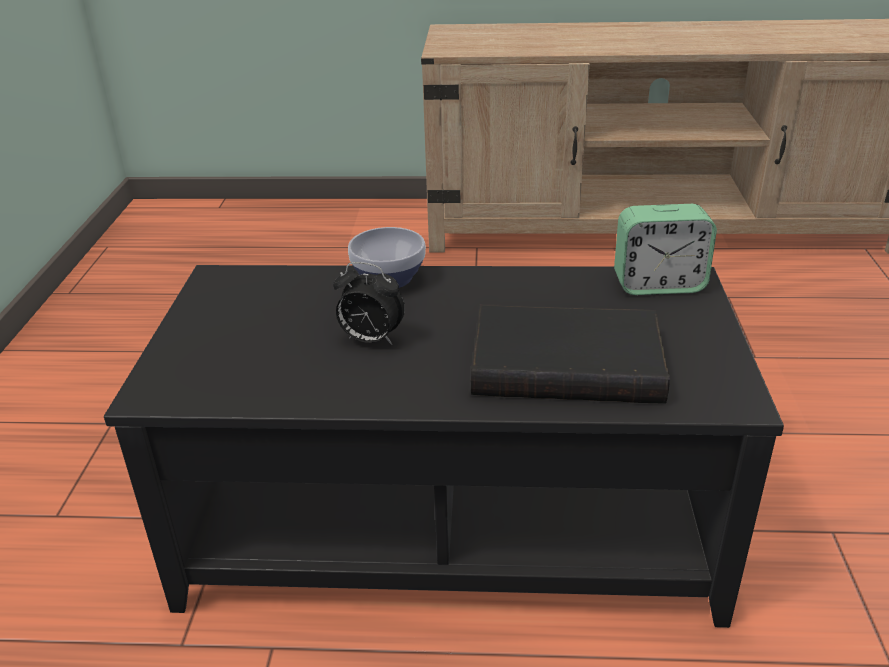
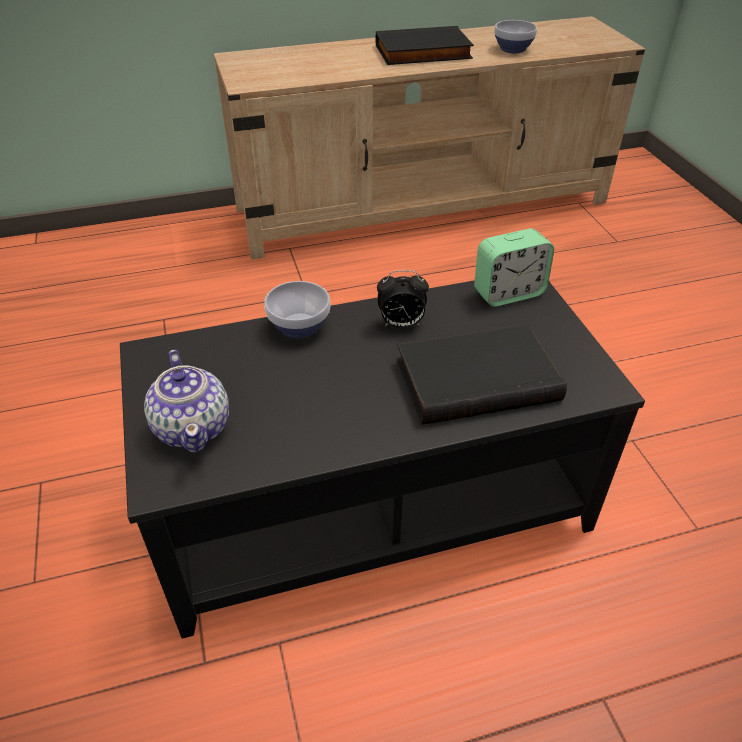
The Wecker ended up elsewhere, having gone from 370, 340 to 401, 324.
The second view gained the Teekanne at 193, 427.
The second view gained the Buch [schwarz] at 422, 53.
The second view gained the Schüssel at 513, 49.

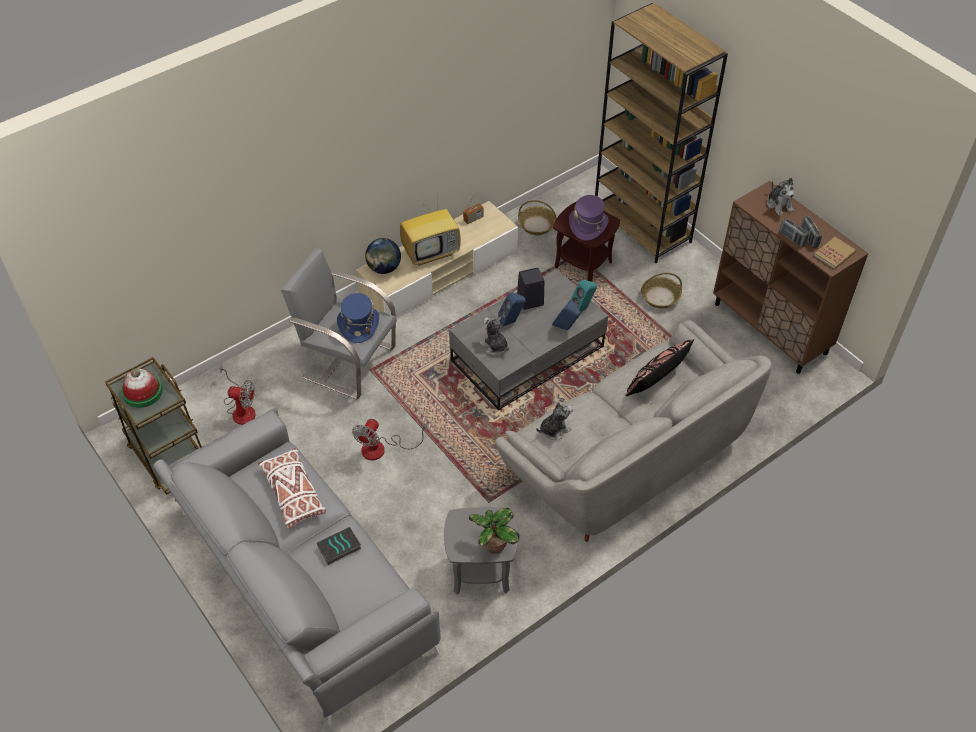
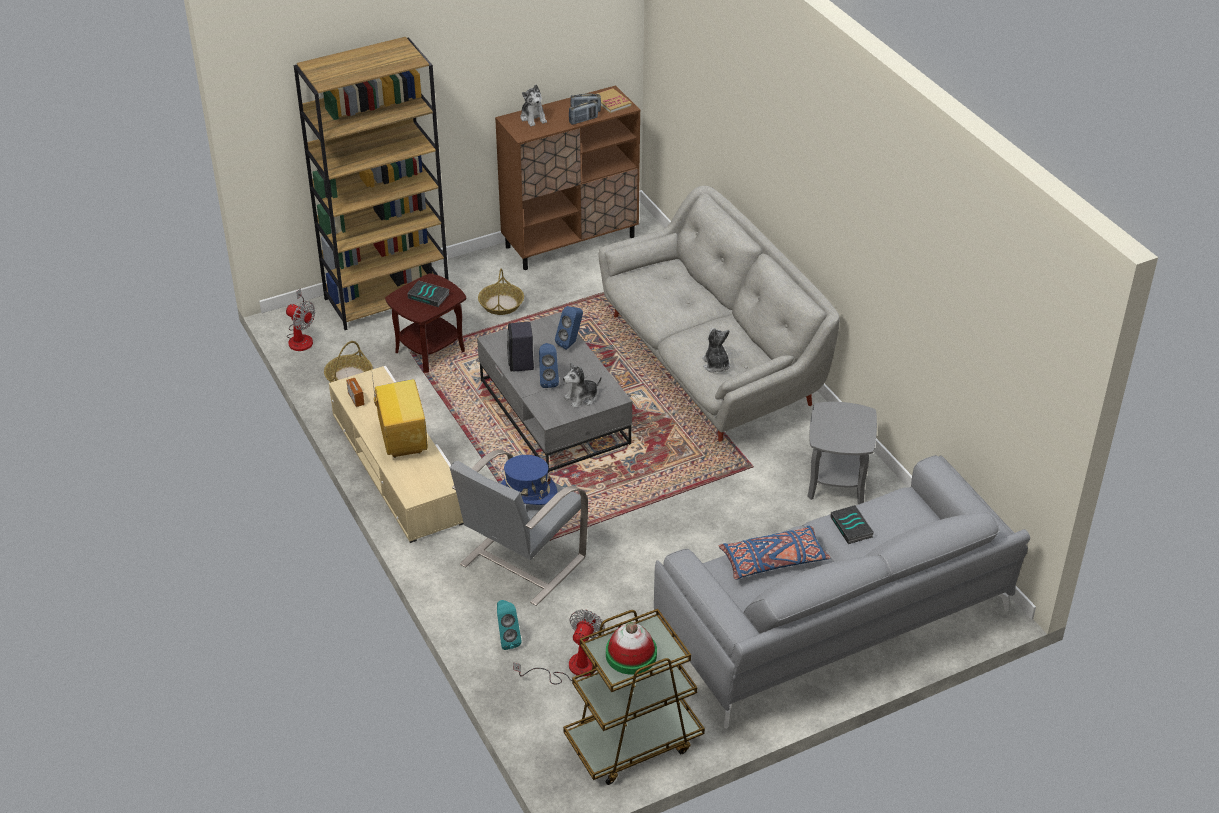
What was the Kissen [weiß] at 293, 493 turned into the Kissen [blau] at 773, 560.
The Ventilator ended up elsewhere, having gone from 382, 449 to 301, 337.
The second view lost the Globus at 384, 268.
The second view lost the Topfpflanze at 493, 546.
Where the Hut [lila] stood at 588, 225, the Buch came to stand at 429, 296.
The Lautsprecher [türkis] ended up elsewhere, having gone from 582, 309 to 507, 639.
The second view lost the Kissen [schwarz] at 657, 378.
The Plüschtier at 779, 205 ended up facing another way, 75 degrees clockwise from before.

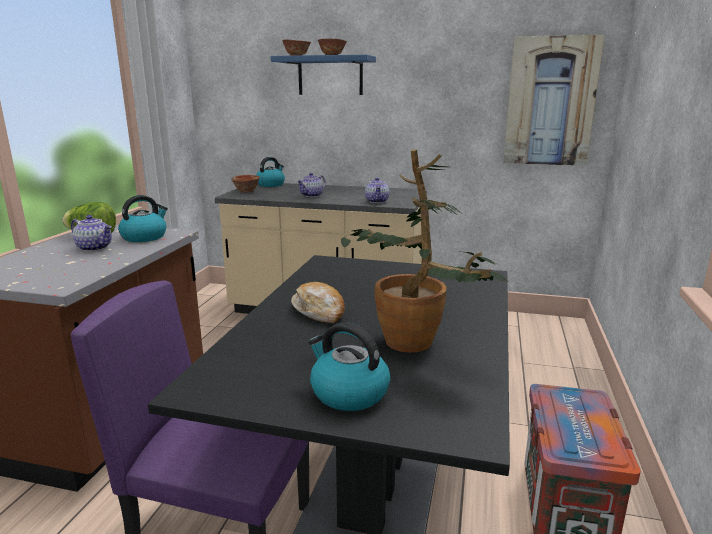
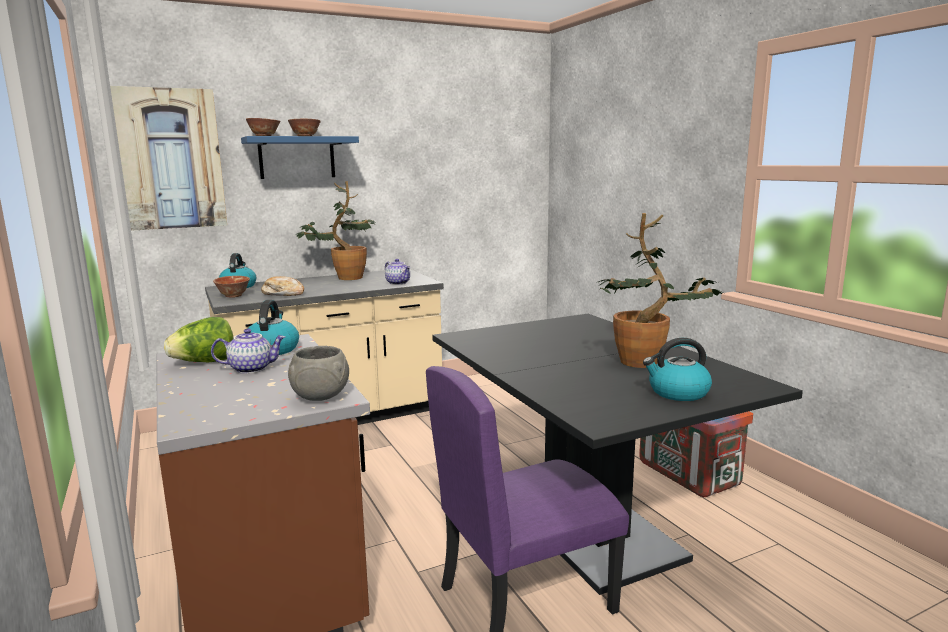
The Brot ended up elsewhere, having gone from 319, 311 to 283, 294.
The second view lost the Teekanne at 312, 196.
The Bild ended up elsewhere, having gone from 550, 102 to 171, 159.
The second view gained the Schüssel [grau] at 321, 397.
The second view gained the Topfpflanze at 343, 278.

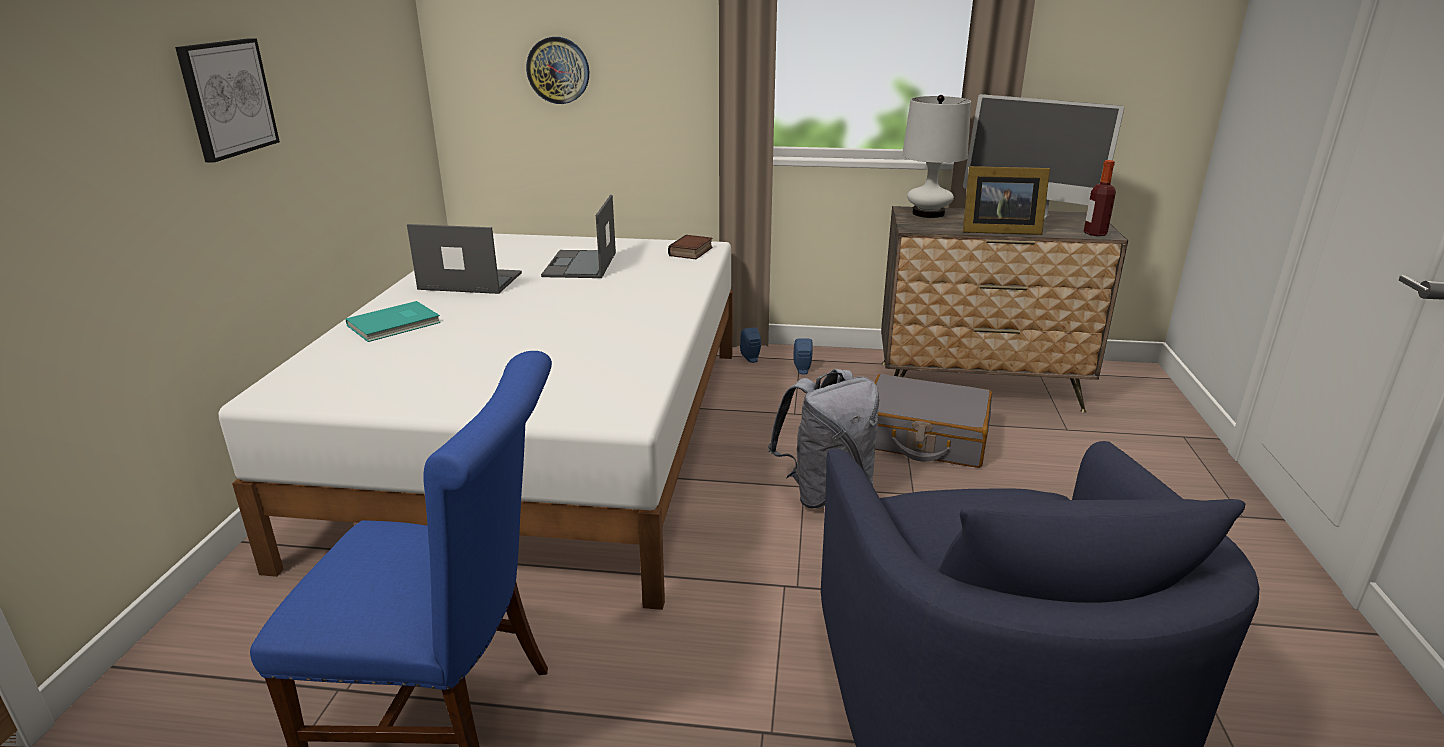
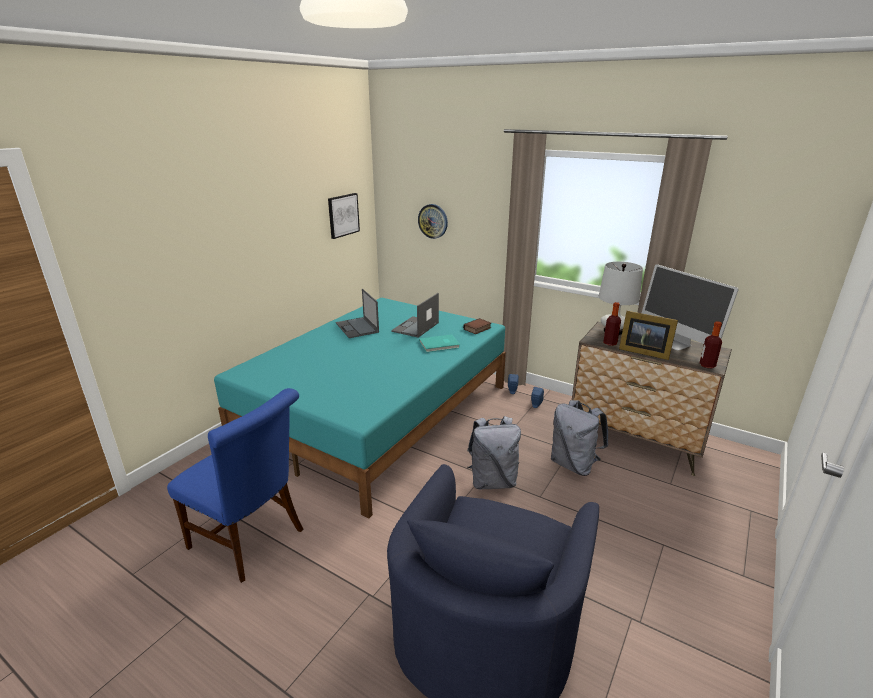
The Bild ended up elsewhere, having gone from 227, 98 to 343, 215.
What was the Bett [weiß] at 549, 441 turned into the Bett [türkis] at 378, 415.
The Buch [türkis] ended up elsewhere, having gone from 396, 324 to 440, 345.
The Laptop at 469, 281 ended up facing another way, 150 degrees counterclockwise from before.
Where the Koffer [grau] stood at 924, 437, the Rucksack [grau] came to stand at 574, 464.
The second view gained the Flasche at 610, 343.

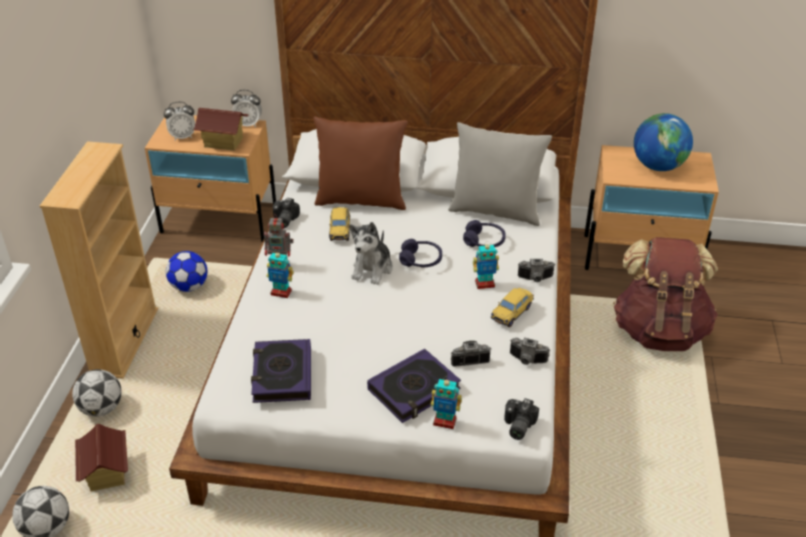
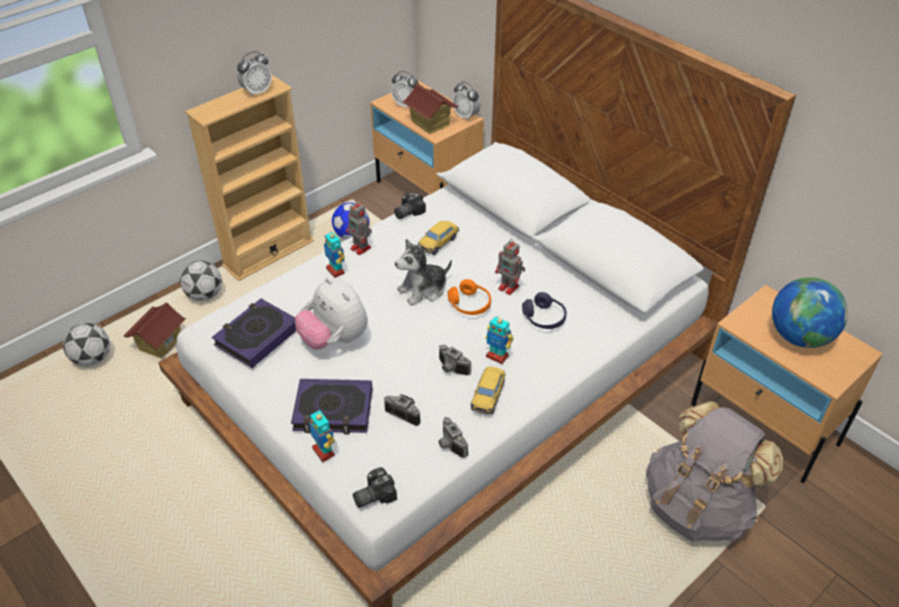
The second view lost the Kissen [braun] at 361, 200.
What was the Kopfhörer [lila] at 421, 260 turned into the Kopfhörer [orange] at 469, 304.
The second view lost the Kissen [grau] at 495, 211.
The Spielzeugauto at 512, 313 ended up facing another way, 60 degrees counterclockwise from before.
The Kamera ended up elsewhere, having gone from 535, 279 to 451, 369.
What was the Rucksack [braun] at 659, 331 turned into the Rucksack [grau] at 697, 506.
The second view gained the Wecker at 257, 92.
The second view gained the Plüschtier at 334, 339.
The second view gained the Spielzeugroboter at 509, 288.

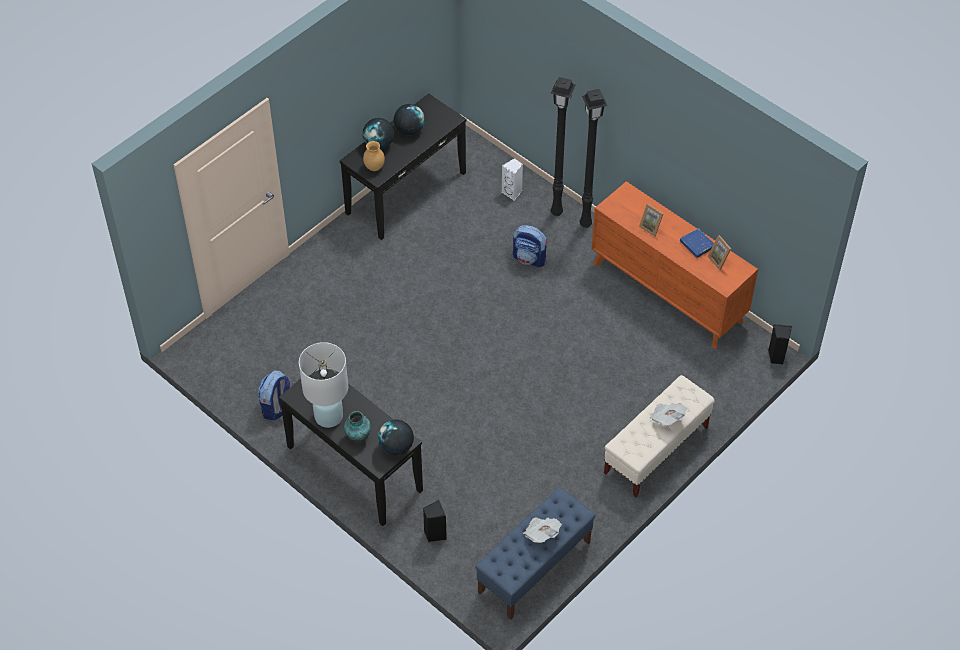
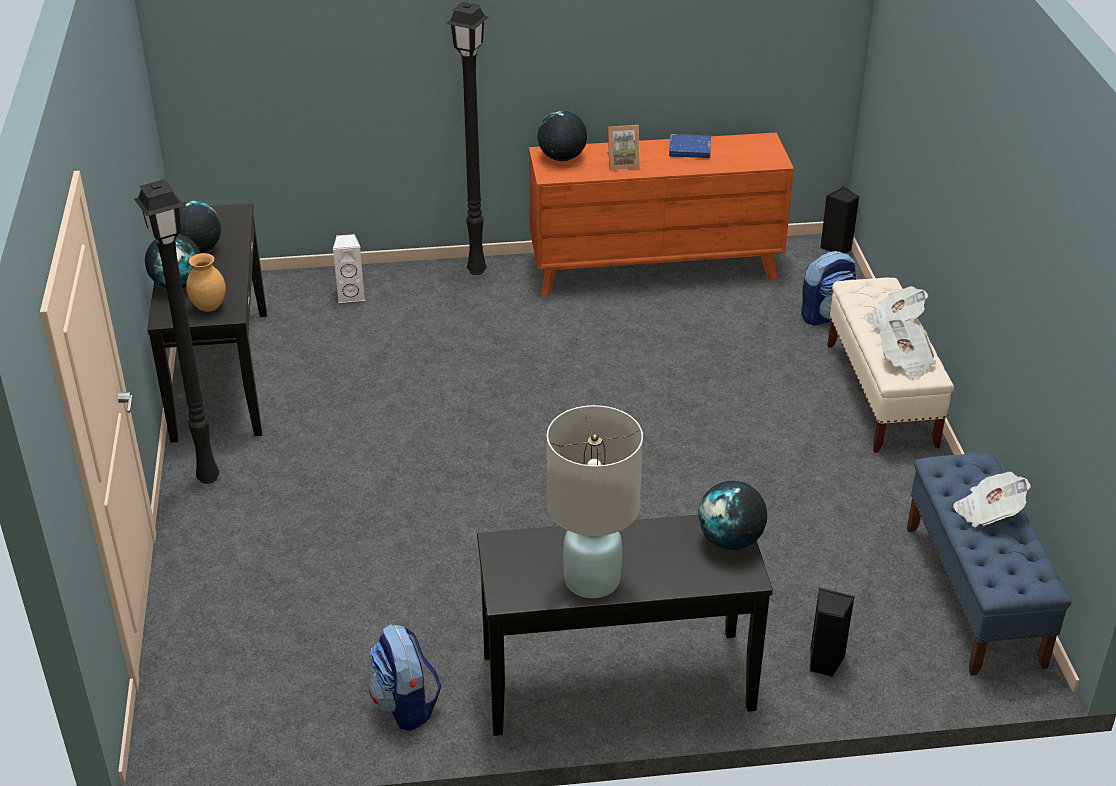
The second view lost the Vase at 357, 437.
The Rucksack ended up elsewhere, having gone from 530, 258 to 826, 315.
The Stehlampe [schwarz] ended up elsewhere, having gone from 555, 212 to 207, 479.
The second view lost the Bilderrahmen at 720, 260.
The second view gained the Globus at 562, 158.
The second view gained the Zeitung at 905, 361.

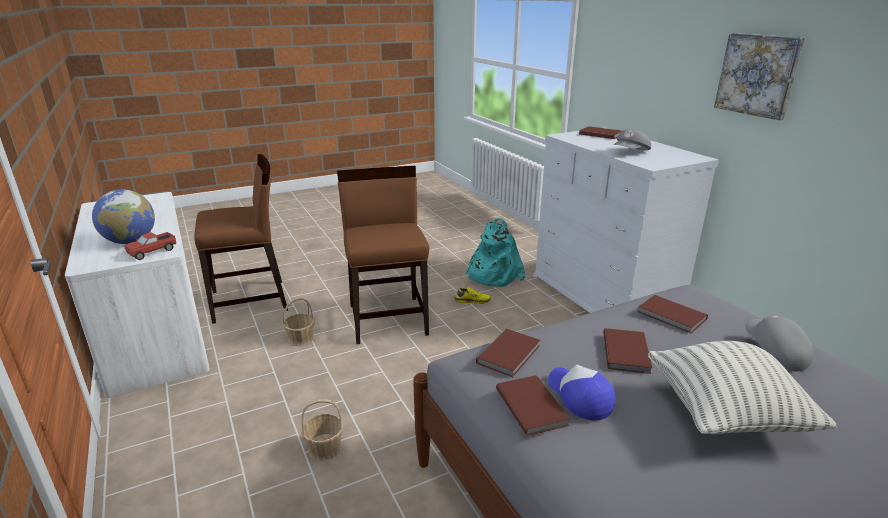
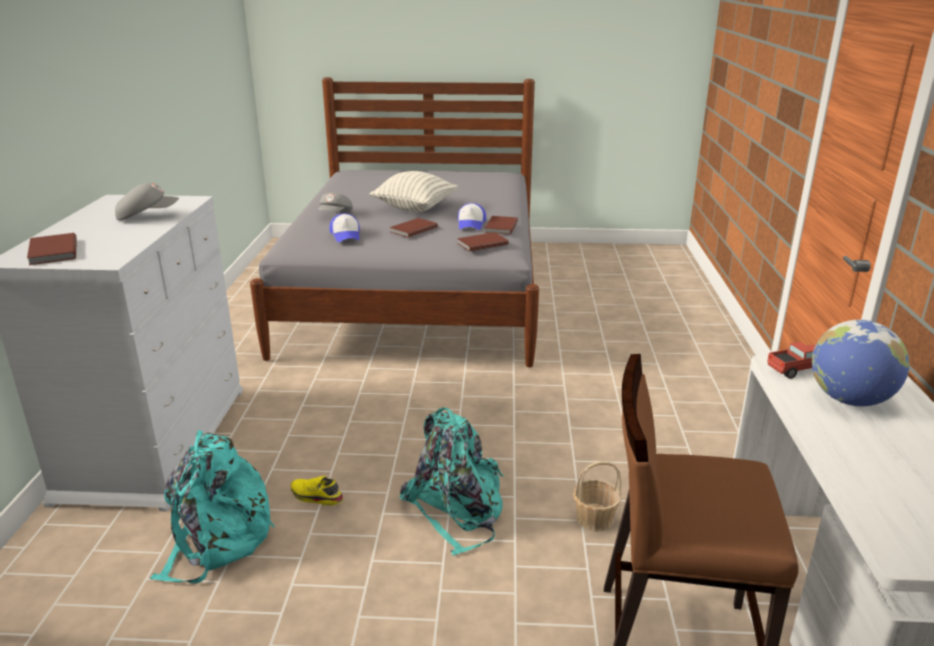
The second view lost the Korb at 324, 447.
Where the Stuhl [braun] stood at 388, 319, the Rucksack [türkis] came to stand at 457, 509.
Where the Buch [braun] stood at 671, 316, the Kappe came to stand at 346, 235.
The second view lost the Bild at 758, 75.

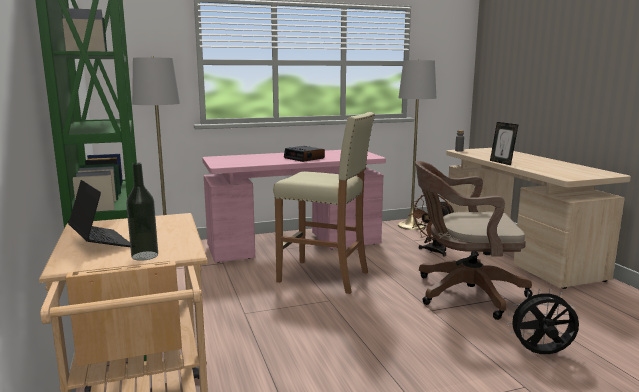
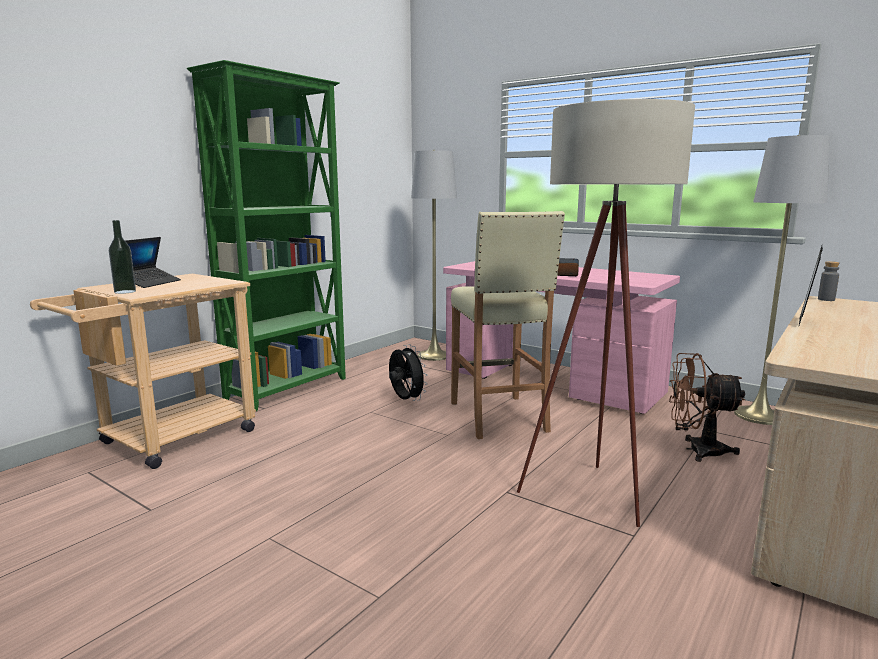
Where the Bürostuhl [braun] stood at 463, 293, the Stehlampe [beige] came to stand at 593, 500.
The Ventilator [schwarz] ended up elsewhere, having gone from 541, 354 to 405, 400.

